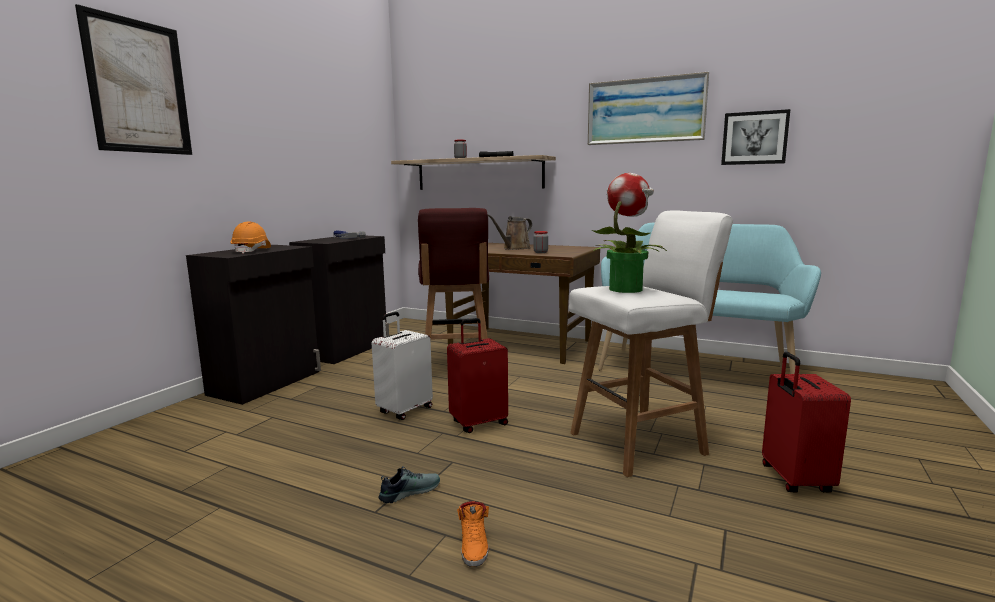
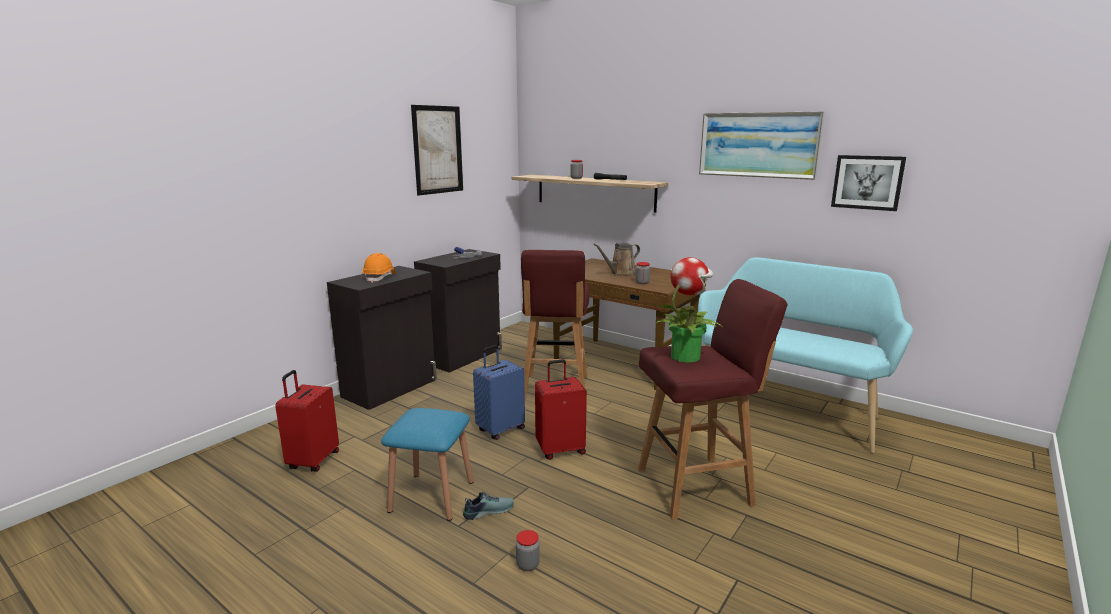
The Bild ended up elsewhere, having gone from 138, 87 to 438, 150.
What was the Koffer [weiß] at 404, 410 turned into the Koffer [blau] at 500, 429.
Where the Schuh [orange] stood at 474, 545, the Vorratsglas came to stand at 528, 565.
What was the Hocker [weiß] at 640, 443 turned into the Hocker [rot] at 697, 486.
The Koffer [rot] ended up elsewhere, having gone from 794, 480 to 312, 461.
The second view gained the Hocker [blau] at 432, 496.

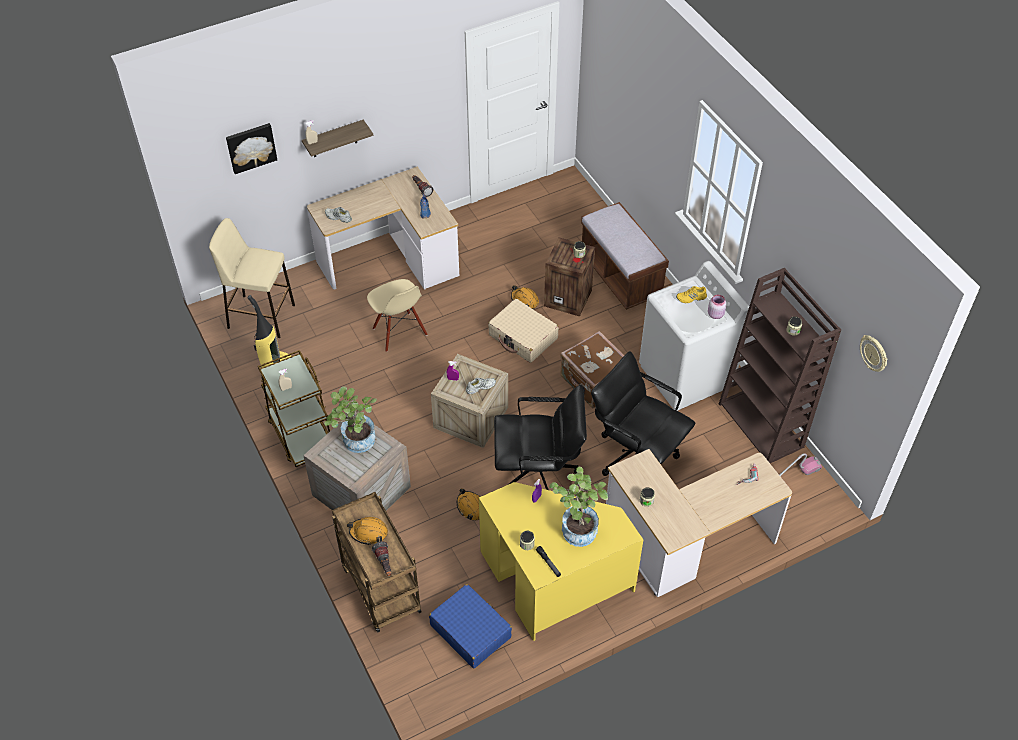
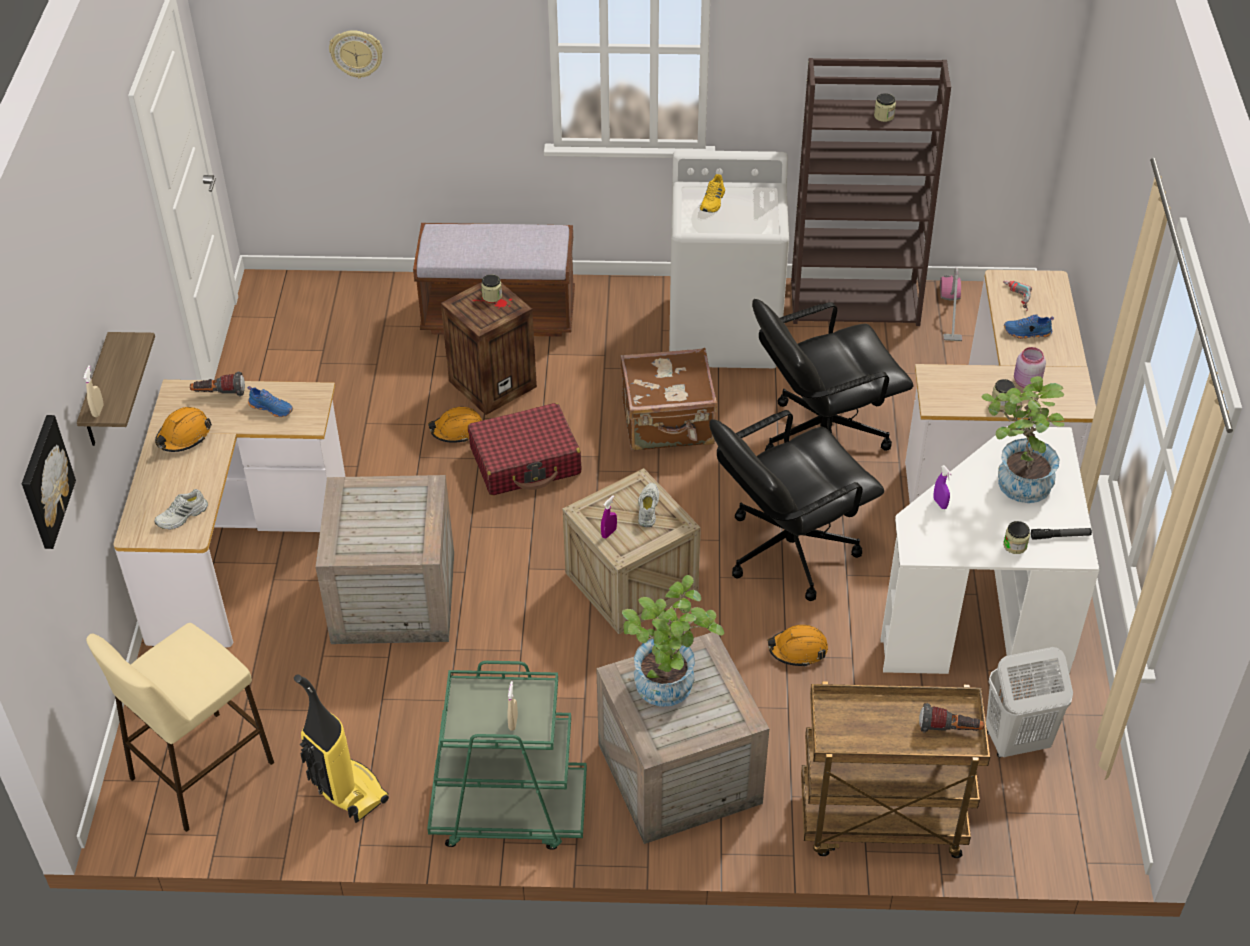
What was the Rollwagen [braun] at 301, 434 turned into the Rollwagen [grün] at 508, 811.
The Schutzhelm [orange] ended up elsewhere, having gone from 368, 532 to 184, 436.
Where the Stuhl [beige] stood at 399, 332, the Kiste came to stand at 395, 599.
Where the Koffer [blau] stood at 470, 631, the Wäschekorb [weiß] came to stand at 1016, 741.
What was the Schreibtisch [gelb] at 554, 582 turned into the Schreibtisch [weiß] at 983, 612.
What was the Koffer [beige] at 523, 337 turned into the Koffer [rot] at 525, 461.
The Bürostuhl [schwarz] at 539, 474 ended up facing another way, 150 degrees counterclockwise from before.
The Vorratsglas [rosa] ended up elsewhere, having gone from 715, 314 to 1026, 382.
The Wanduhr ended up elsewhere, having gone from 874, 354 to 356, 53.
The second view gained the Schuh [blau] at 1027, 333.

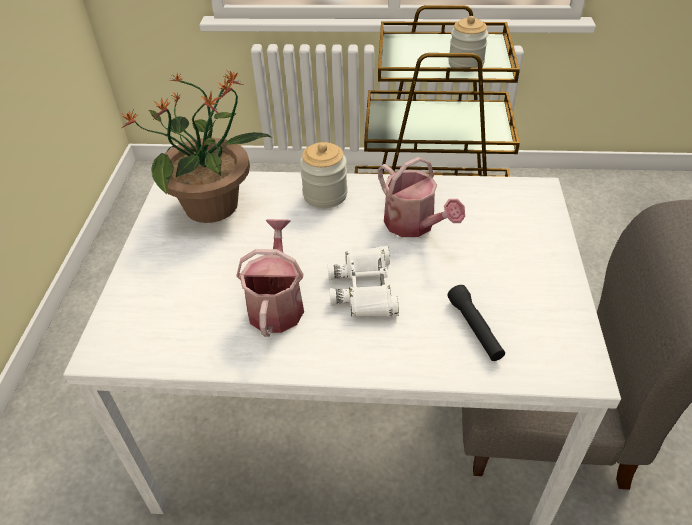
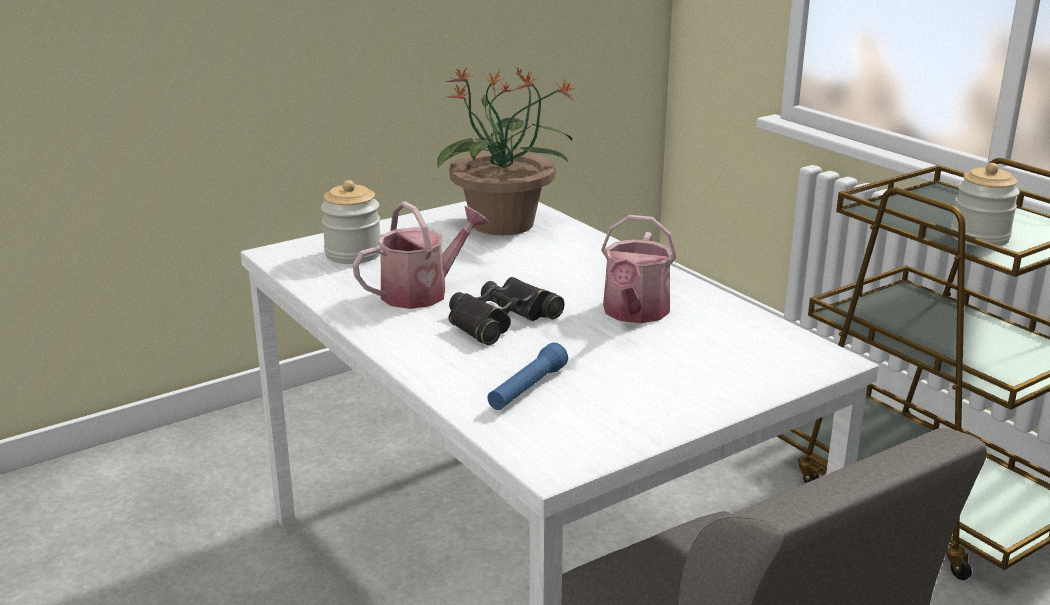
The Vorratsglas ended up elsewhere, having gone from 325, 195 to 353, 254.
What was the Fernglas [weiß] at 365, 288 turned into the Fernglas [schwarz] at 501, 320.
What was the Taschenlampe [schwarz] at 475, 329 turned into the Taschenlampe [blau] at 527, 389.

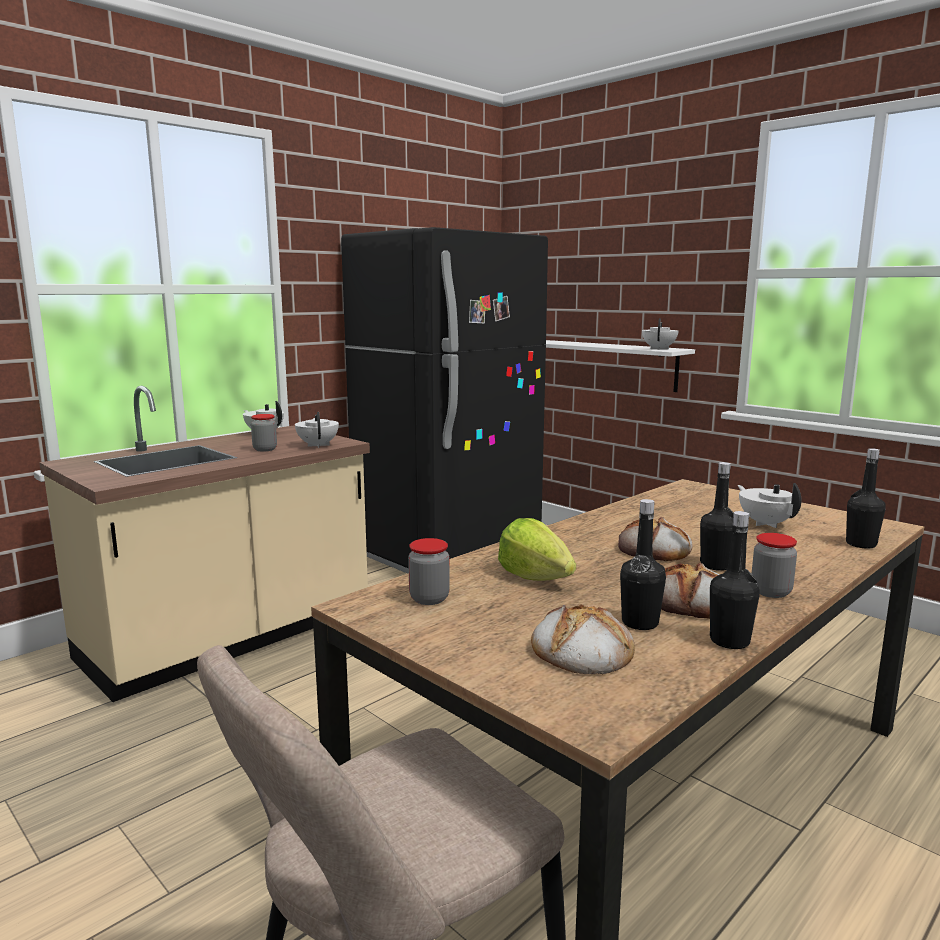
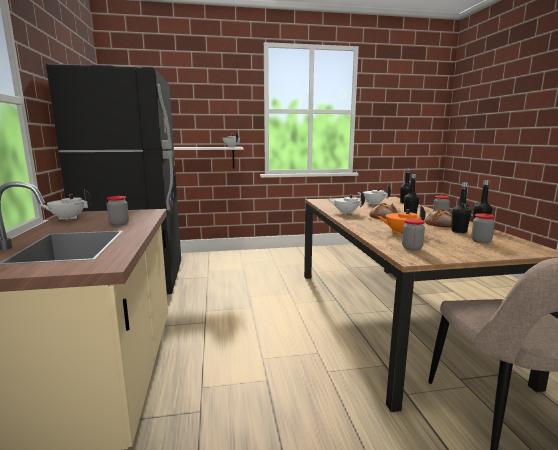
The Teekanne [weiß] ended up elsewhere, having gone from 318, 445 to 345, 213.
Where the Salatkopf stood at 535, 577, the Teekanne [orange] came to stand at 400, 232.
Where the Brot stood at 581, 650, the Vorratsglas came to stand at 481, 241.

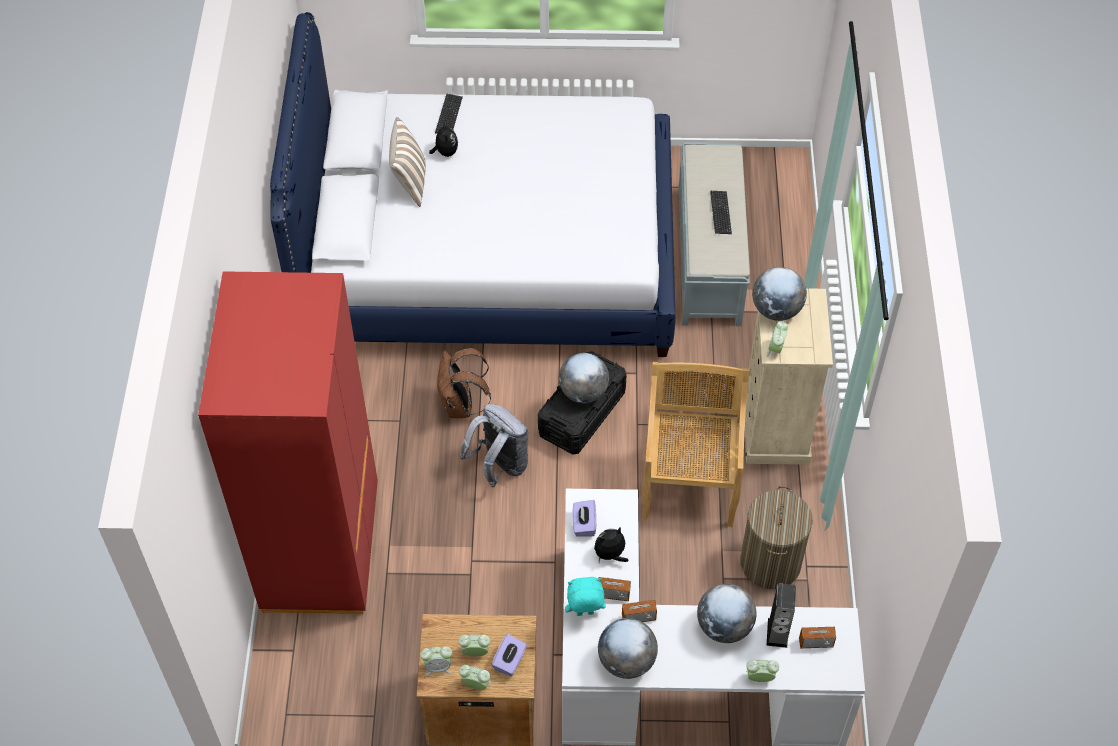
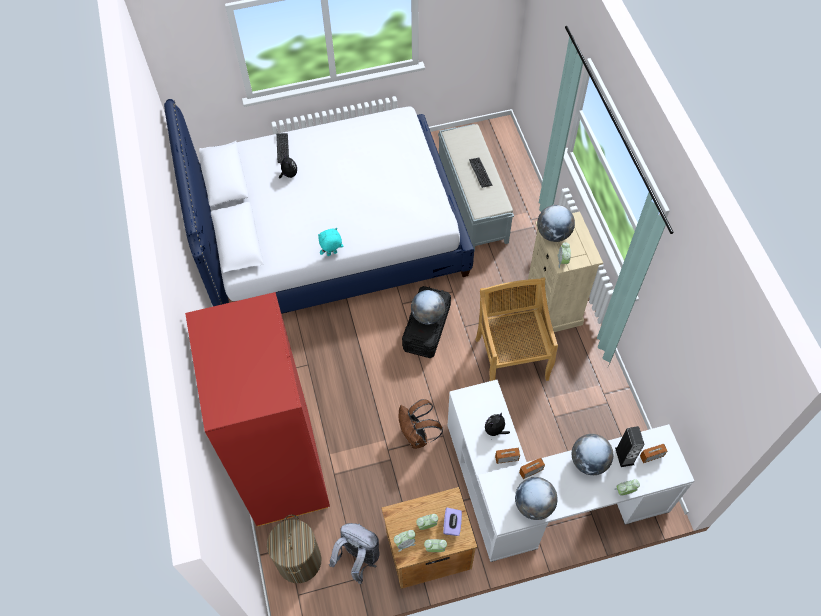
The second view lost the Kissen at 409, 183.
The Rucksack [braun] ended up elsewhere, having gone from 461, 406 to 417, 436.
The Rucksack [grau] ended up elsewhere, having gone from 499, 466 to 358, 558.
The Plüschtier [türkis] ended up elsewhere, having gone from 584, 614 to 332, 254.
The second view lost the Taschentuchbox [lila] at 584, 524.
The Wäschekorb ended up elsewhere, having gone from 770, 563 to 299, 561.

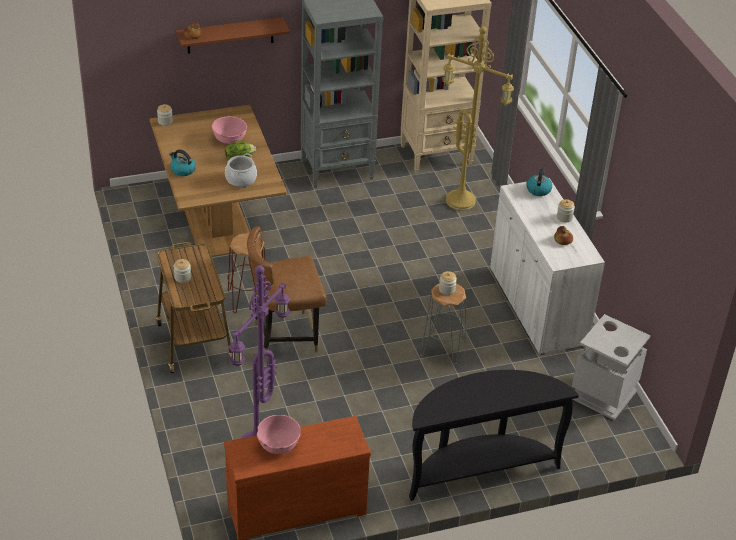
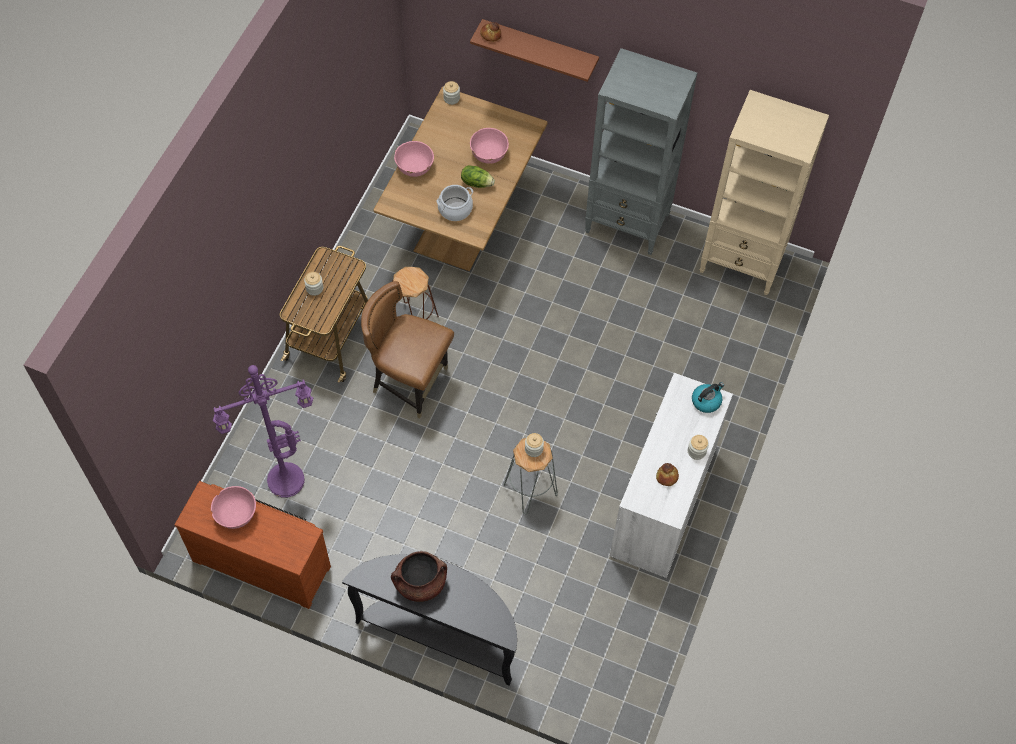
Where the Wasserkessel stood at 182, 170, the Schüssel [rosa] came to stand at 414, 167.
The second view lost the Stehlampe [gelb] at 462, 200.
The second view lost the Mülleimer [grau] at 603, 394.
The second view gained the Kochtopf [braun] at 420, 583.

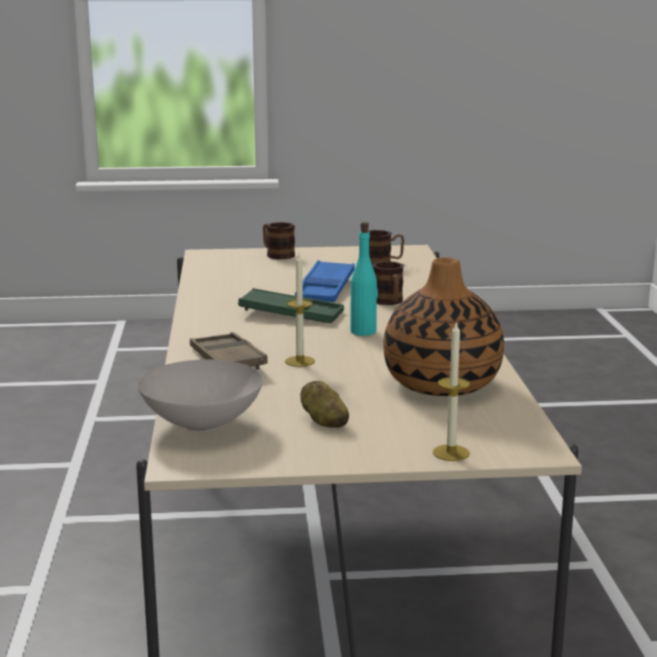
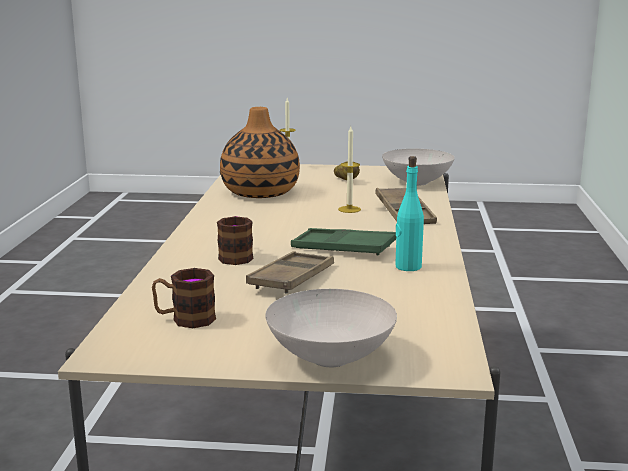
Where the Henkelbecher stood at 276, 254, the Schüssel [weiß] came to stand at 332, 357.
What was the Tablett [blau] at 325, 289 turned into the Tablett [braun] at 292, 279.
The Flasche [türkis] ended up elsewhere, having gone from 363, 331 to 407, 267.

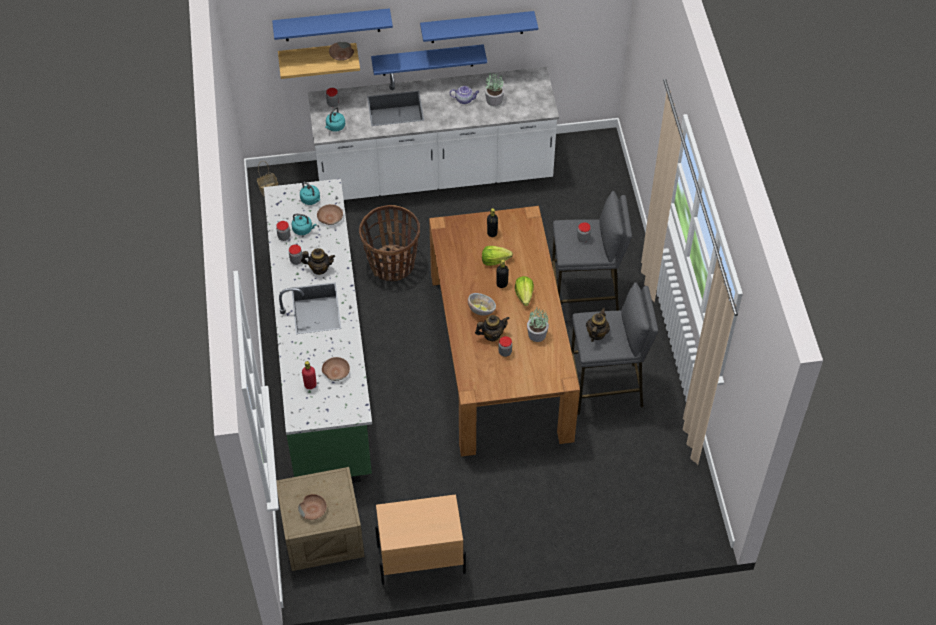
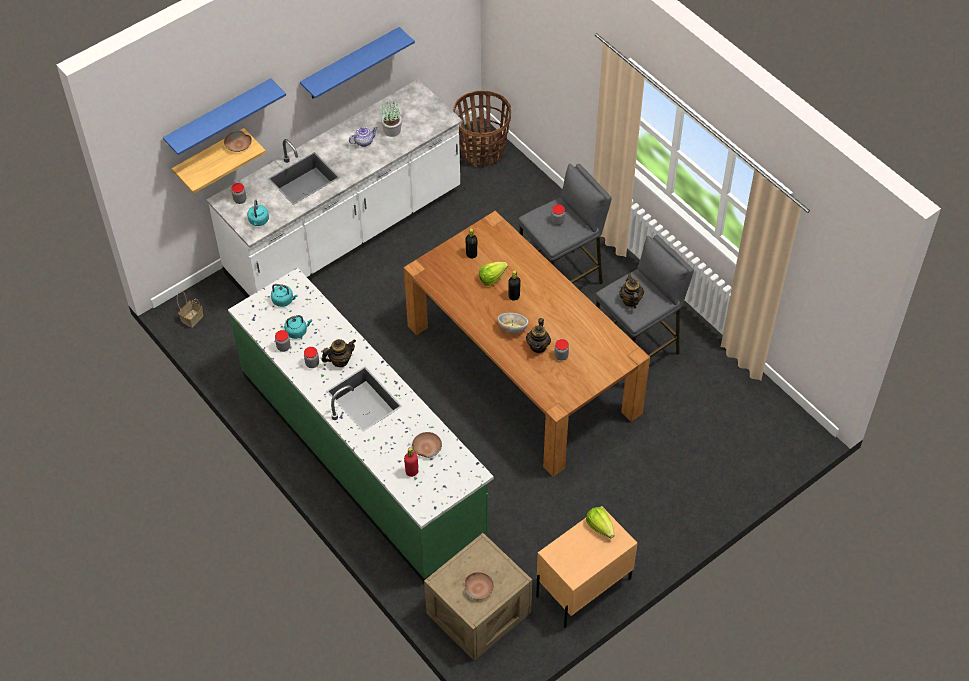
The second view lost the Schüssel [braun] at 330, 217.
The Korb ended up elsewhere, having gone from 392, 265 to 482, 151.
The second view lost the Wandregal [blau] at 427, 60.
The Teekanne at 492, 335 ended up facing another way, 150 degrees clockwise from before.
The Salatkopf ended up elsewhere, having gone from 524, 295 to 600, 527.
The second view lost the Topfpflanze at 536, 335.

